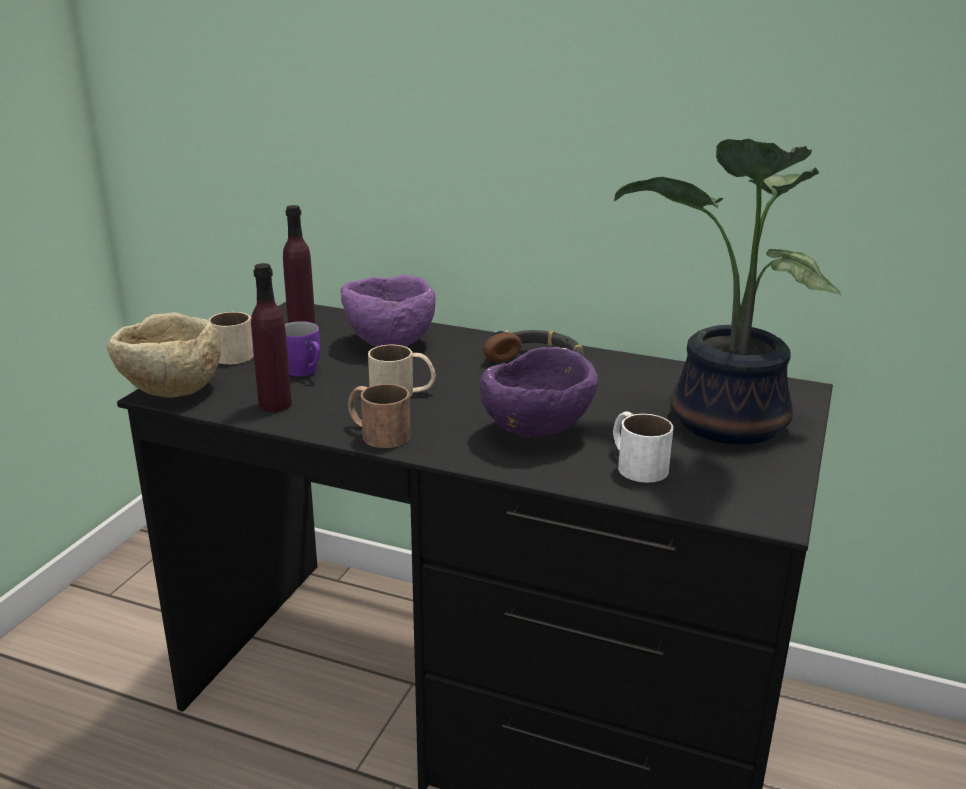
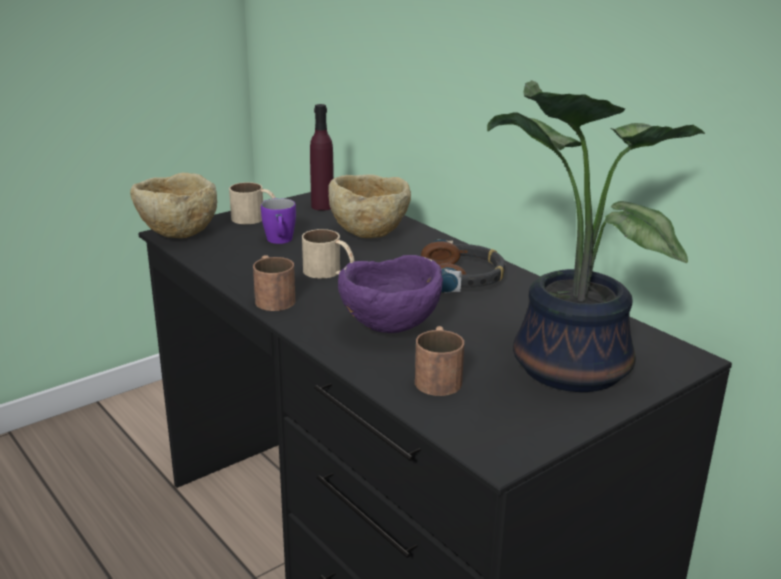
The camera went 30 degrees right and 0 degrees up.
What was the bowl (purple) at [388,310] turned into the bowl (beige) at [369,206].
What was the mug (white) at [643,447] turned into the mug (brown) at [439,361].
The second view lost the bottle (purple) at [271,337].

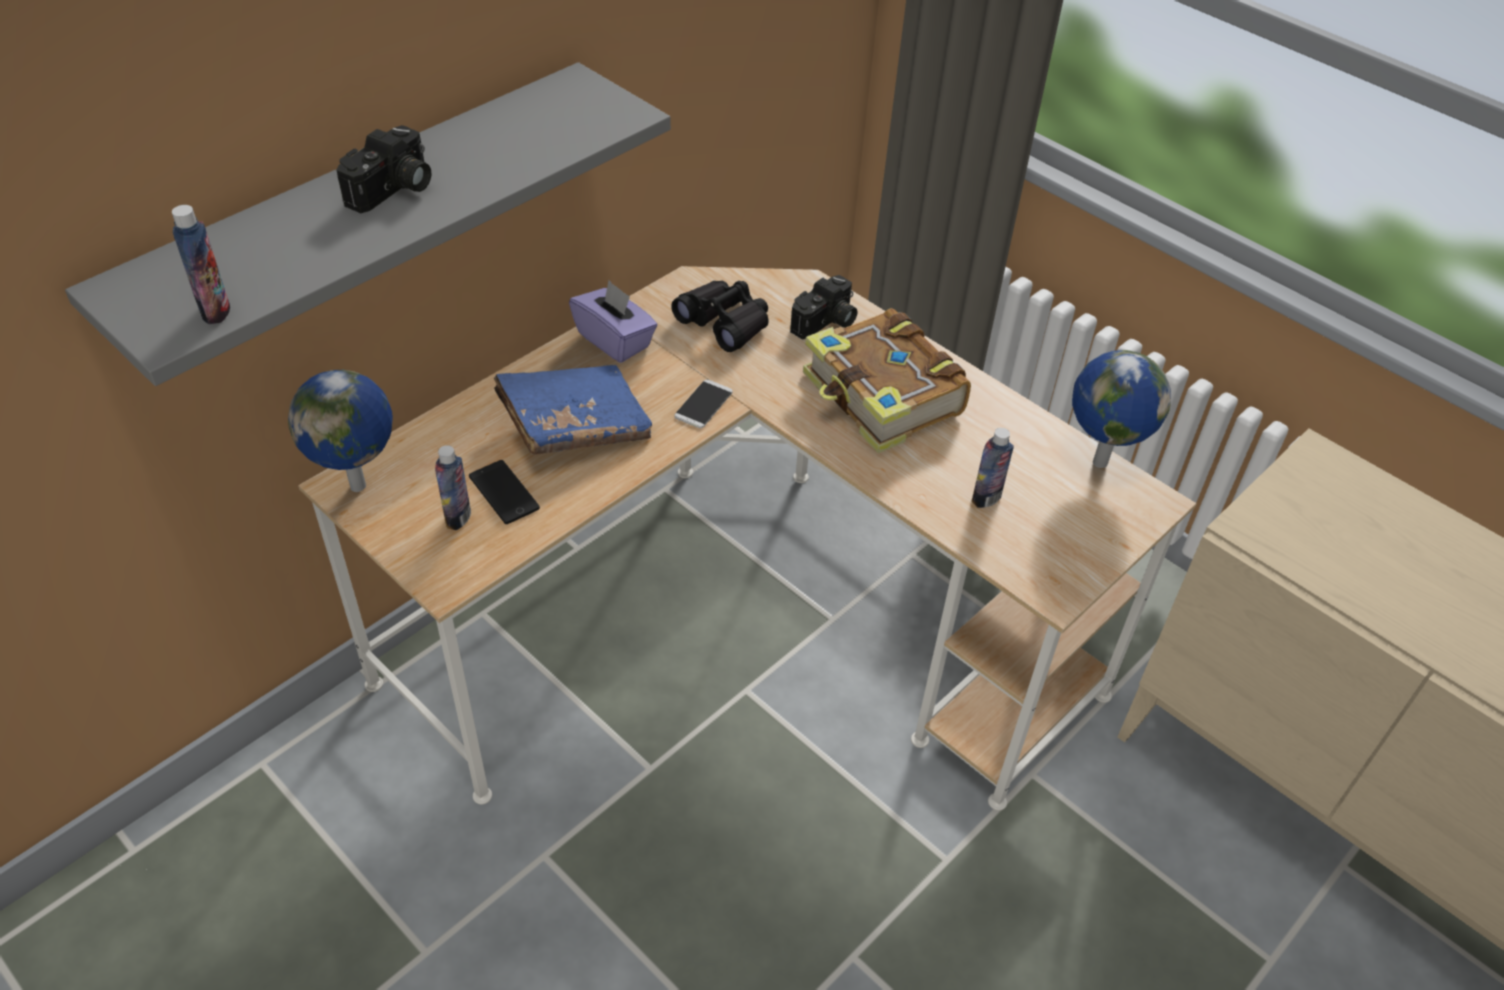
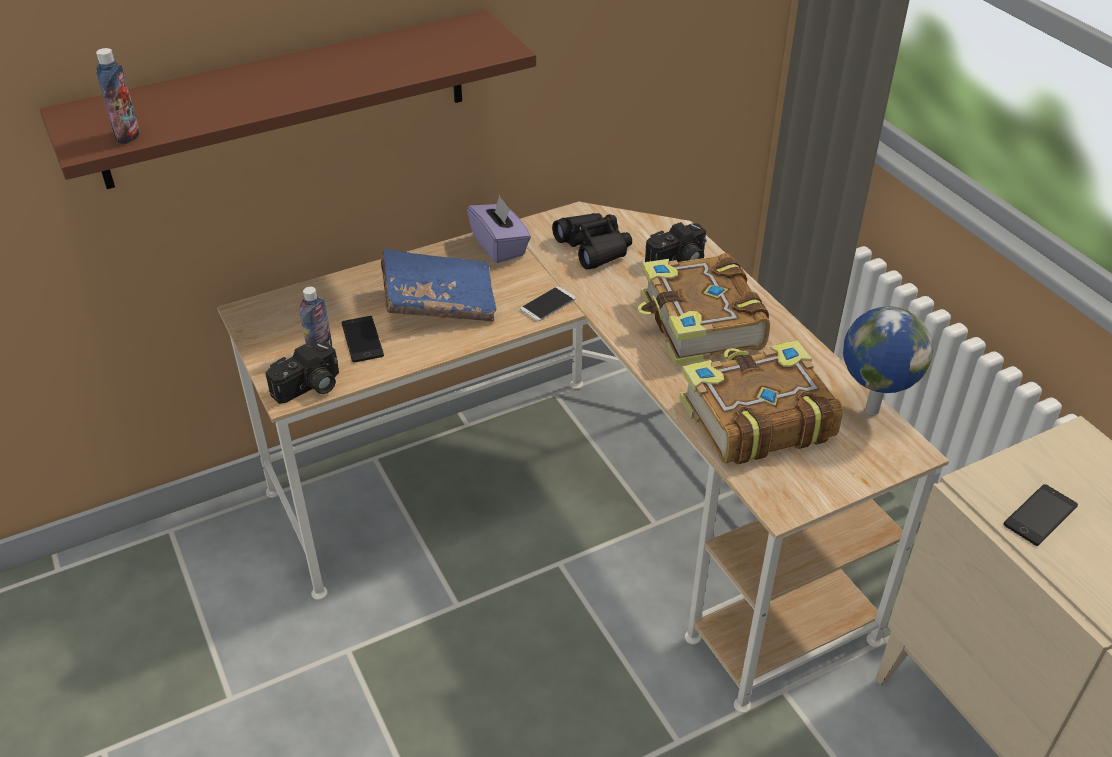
The camera went 20 degrees right and 5 degrees down.
What was the shelf (grey) at [368,224] turned into the shelf (brown) at [287,100].
The photo camera ended up elsewhere, having gone from [384,169] to [302,373].
Where the bottle stood at [992,468], the book came to stand at [761,402].
The second view gained the phone at [1041,515].
The second view lost the globe at [340,431].

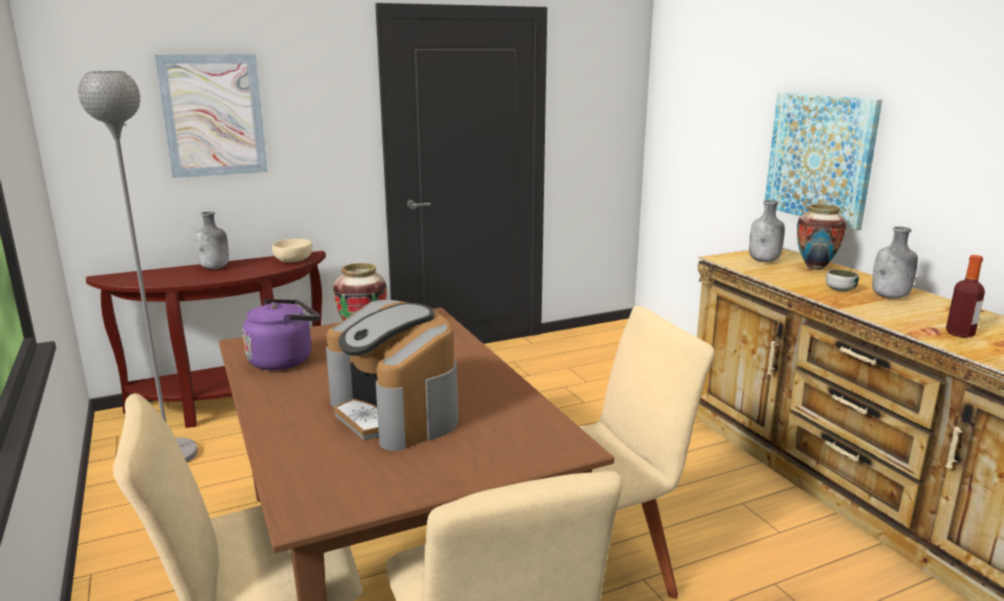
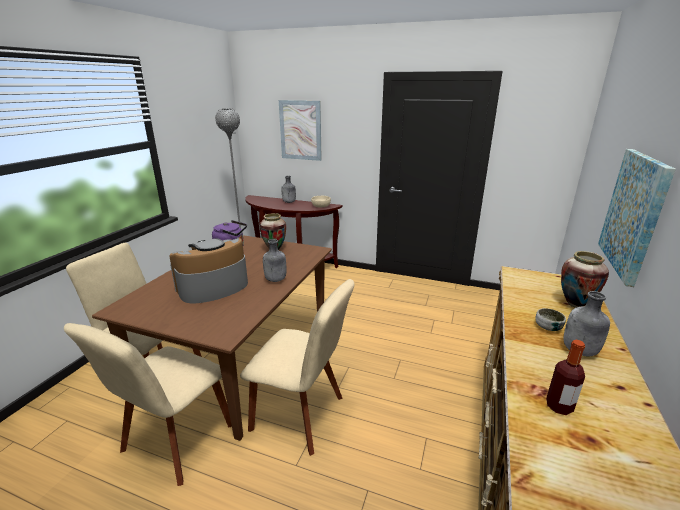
The camera went 45 degrees right and 5 degrees up.
The coffee machine at [392,375] ended up facing another way, 45 degrees clockwise from before.
The bottle (grey) ended up elsewhere, having gone from [767,231] to [274,260].

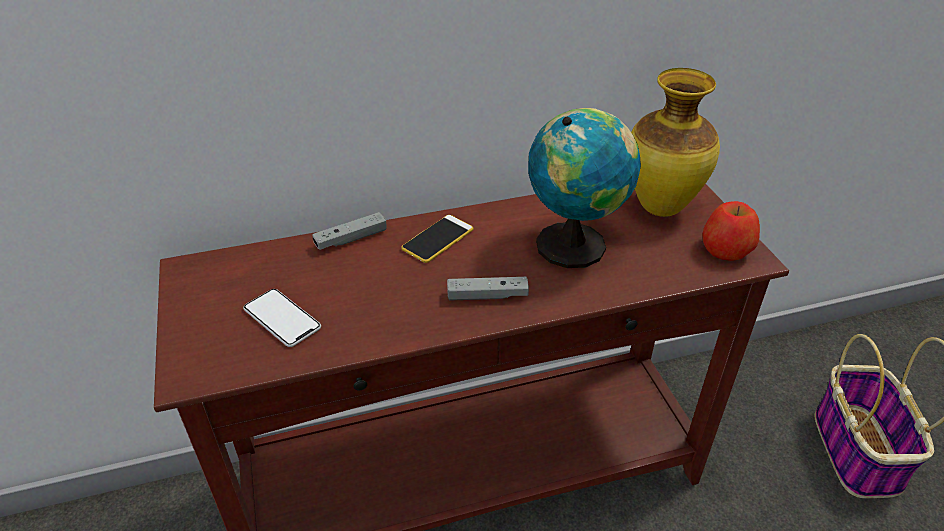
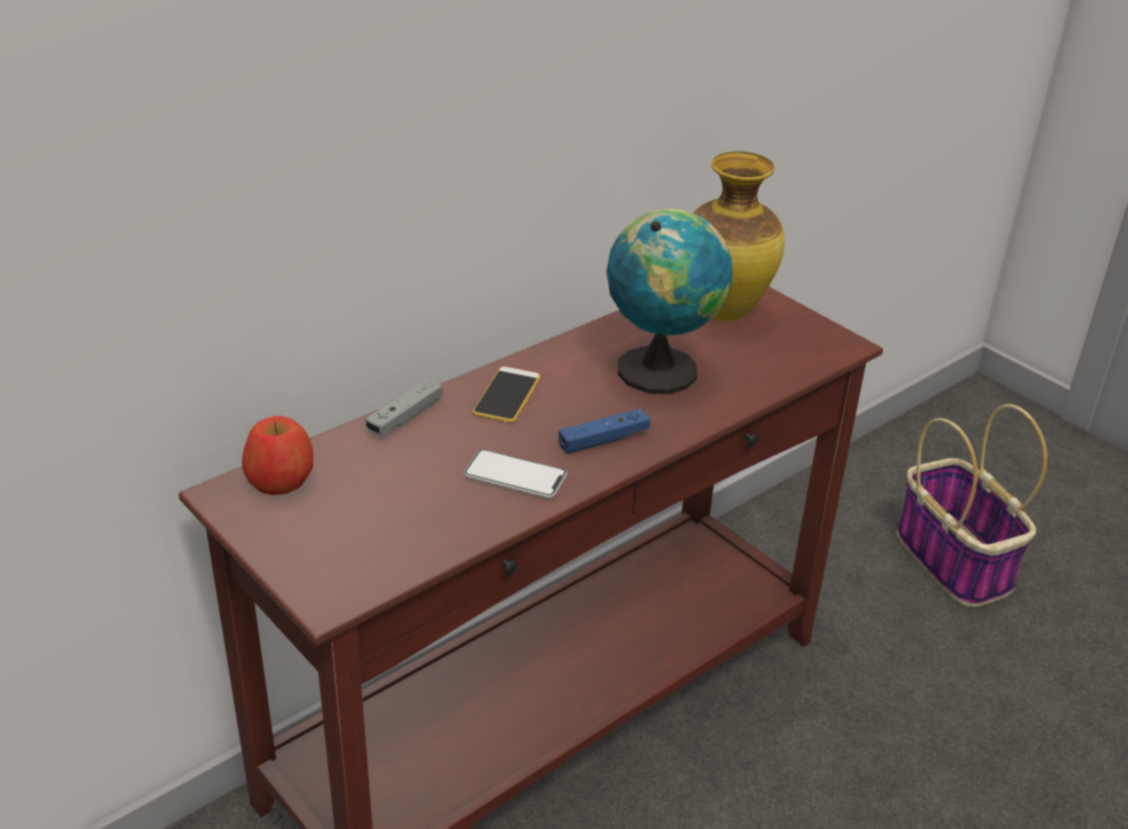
The camera went 25 degrees left and 5 degrees down.
The apple ended up elsewhere, having gone from [731,231] to [277,455].
The phone ended up elsewhere, having gone from [282,318] to [515,473].
What was the game controller (grey) at [488,288] turned into the game controller (blue) at [604,430].

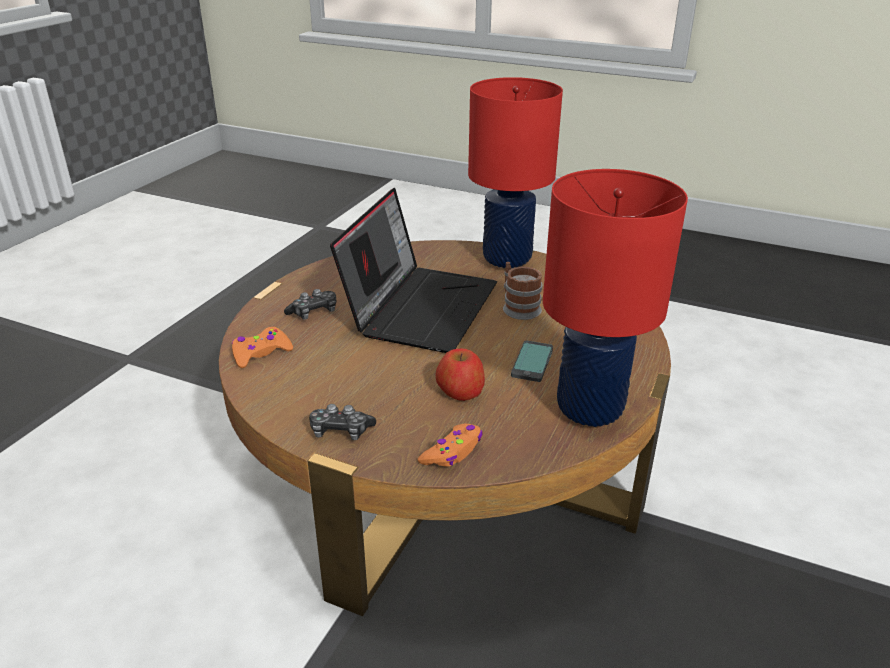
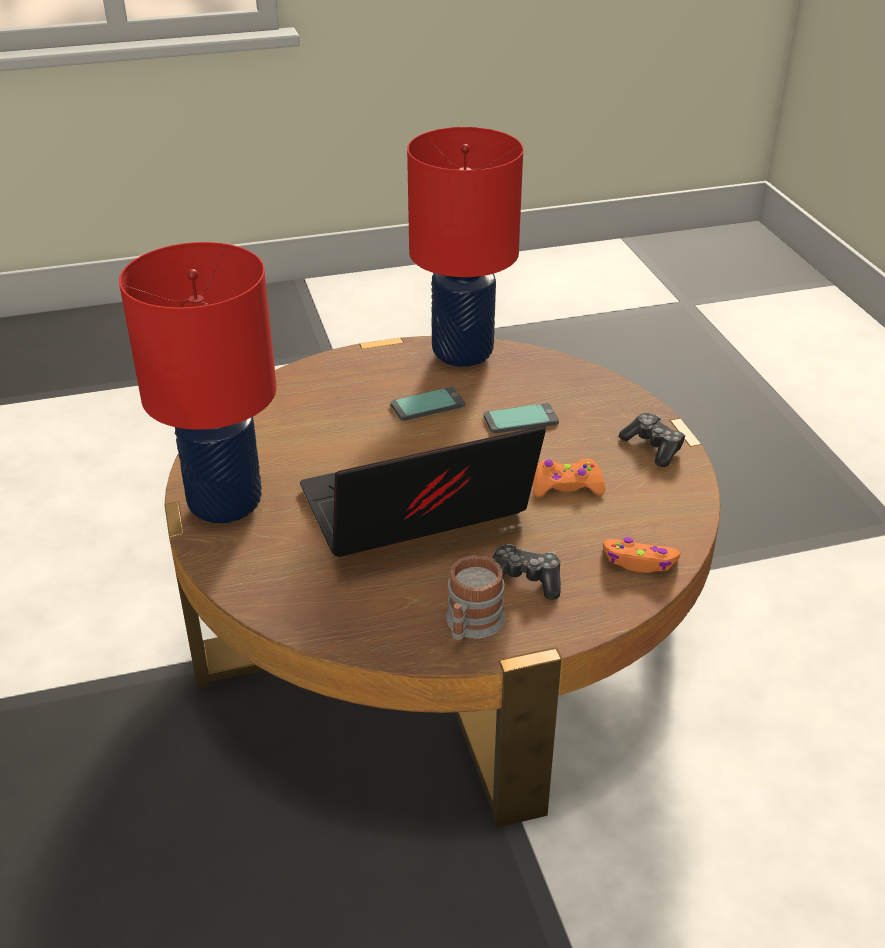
The camera went 130 degrees left and 5 degrees up.
The mug ended up elsewhere, having gone from [522,291] to [475,599].
Where the apple stood at [460,375], the phone came to stand at [521,418].
The game controller (orange) ended up elsewhere, having gone from [450,445] to [569,478].

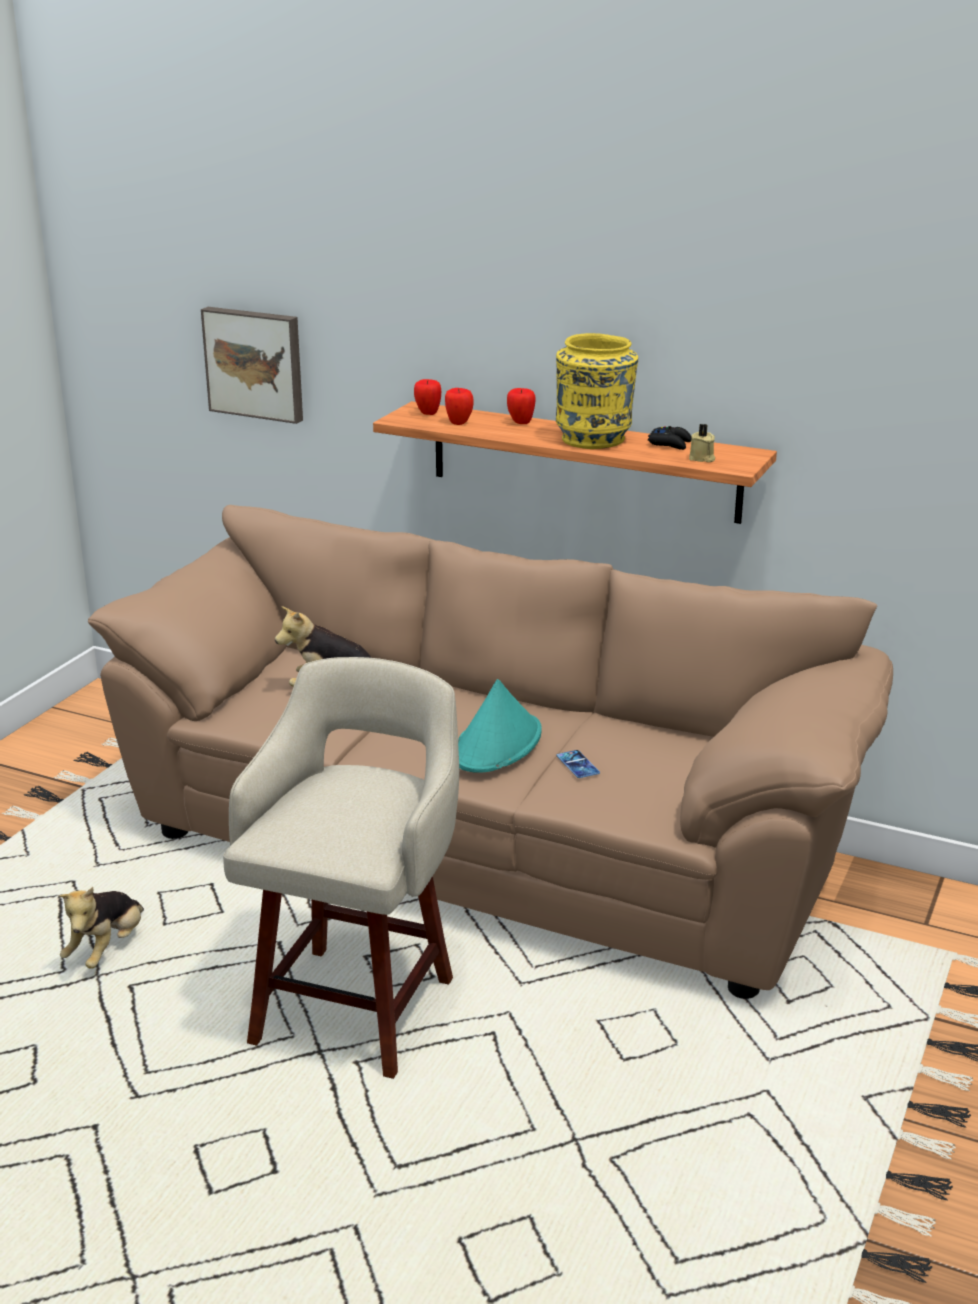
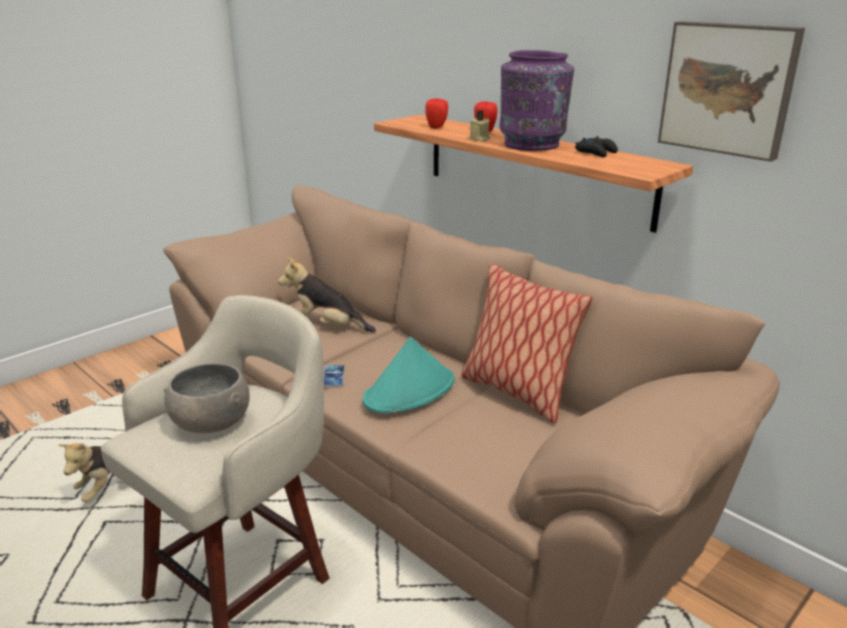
The camera went 20 degrees right and 0 degrees up.
The second view gained the bowl (grey) at [207,398].
The phone ended up elsewhere, having gone from [578,764] to [334,375].
The second view gained the pillow at [526,343].
The candle (beige) ended up elsewhere, having gone from [702,443] to [479,126].
What was the vase (yellow) at [597,391] turned into the vase (purple) at [536,100].
The picture ended up elsewhere, having gone from [252,365] to [731,91].
The second view lost the apple at [427,397].

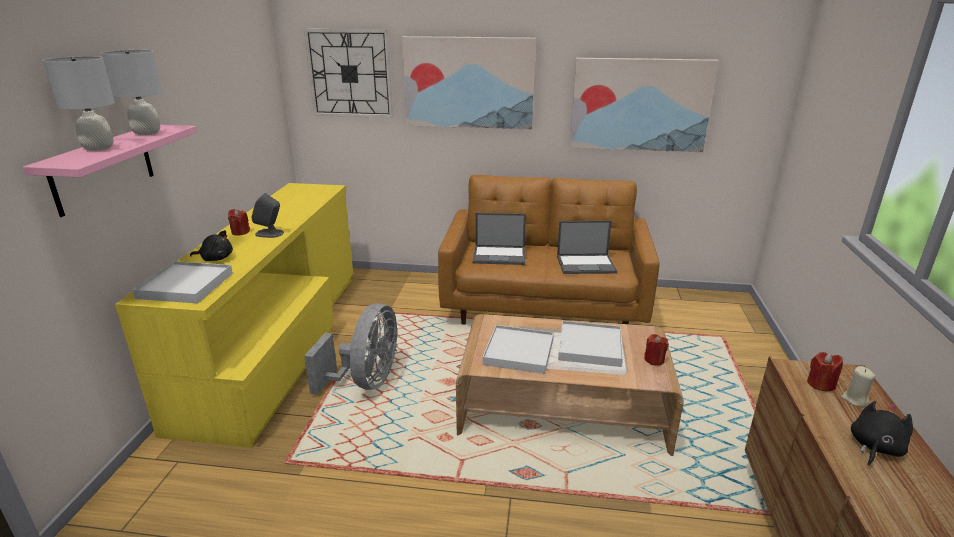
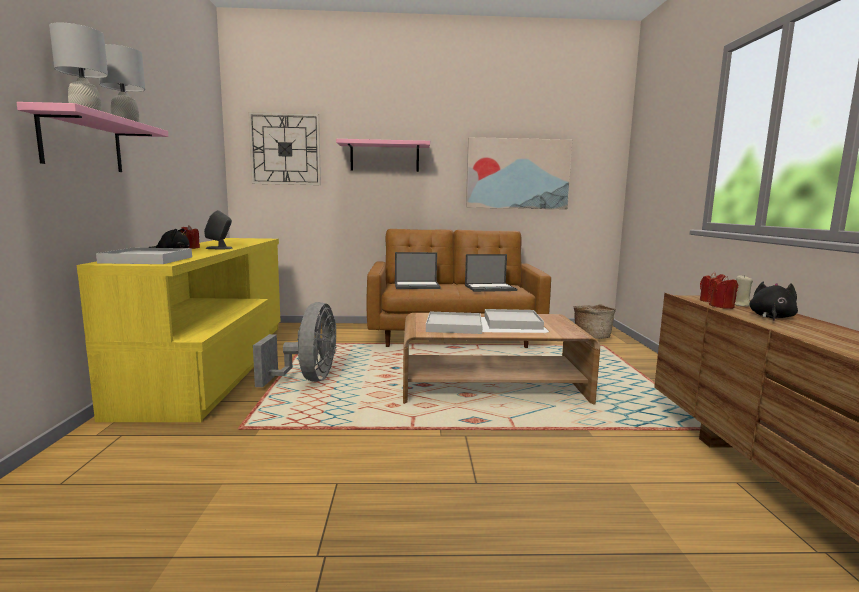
The camera went 10 degrees left and 15 degrees down.
Where the picture hung at [469,83], the shelf (pink) came to hang at [383,155].
The second view gained the basket at [595,321].
The candle (red) ended up elsewhere, having gone from [656,349] to [723,292].

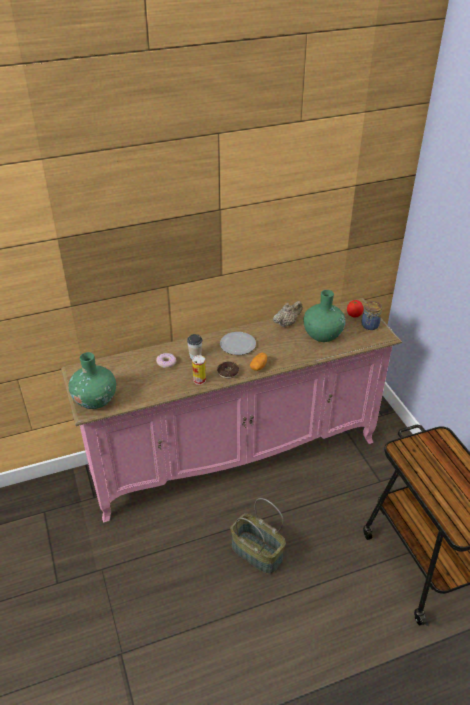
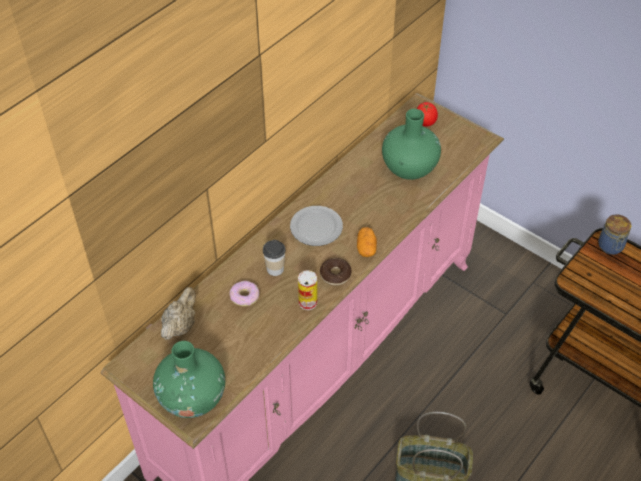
The camera went 30 degrees left and 10 degrees up.
The teapot (beige) ended up elsewhere, having gone from [288,314] to [178,313].
The jar ended up elsewhere, having gone from [371,315] to [614,234].

